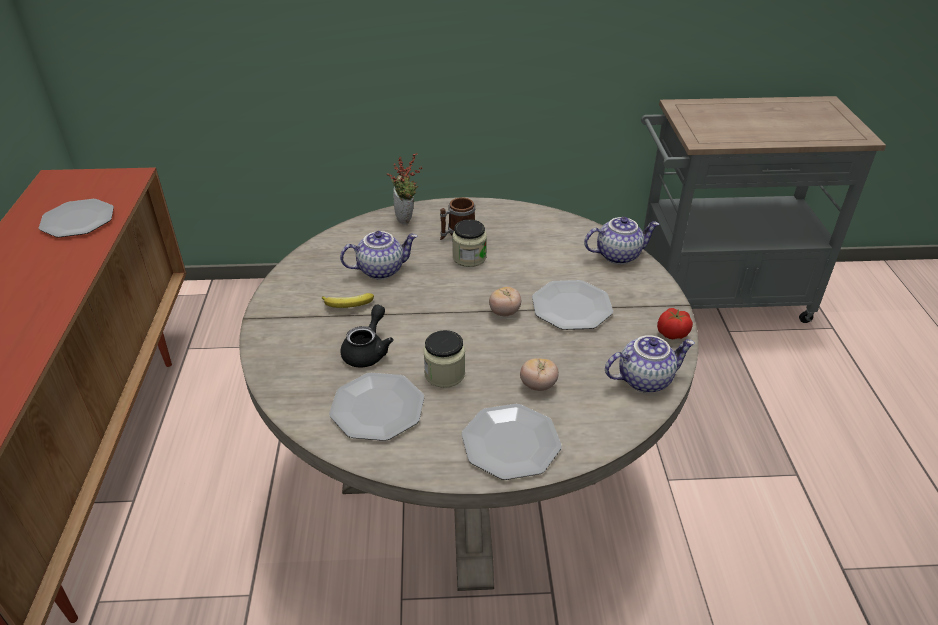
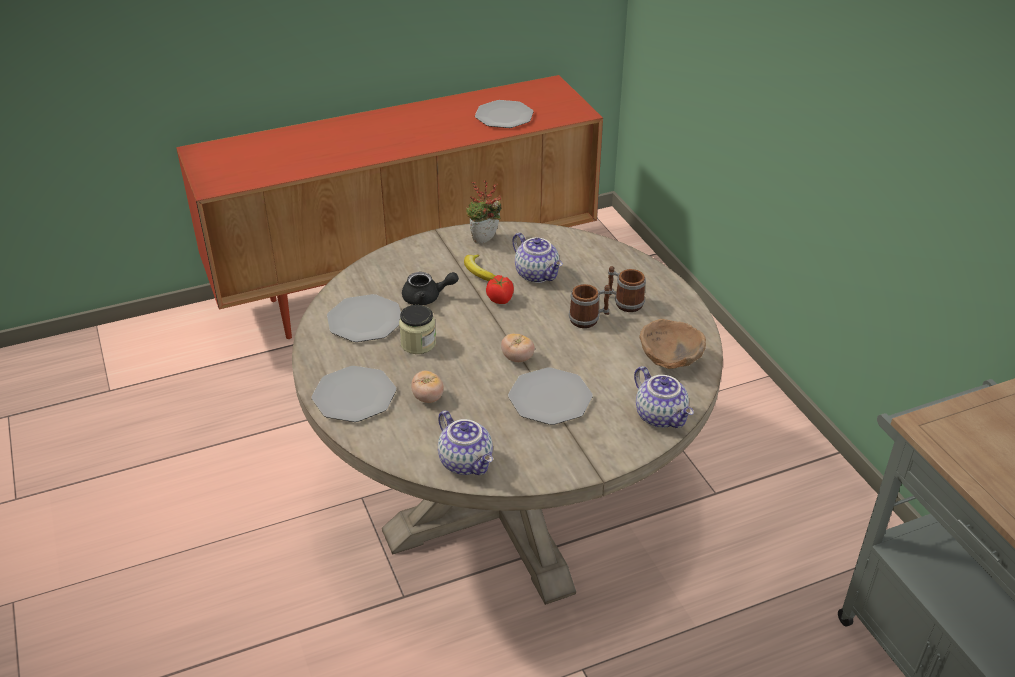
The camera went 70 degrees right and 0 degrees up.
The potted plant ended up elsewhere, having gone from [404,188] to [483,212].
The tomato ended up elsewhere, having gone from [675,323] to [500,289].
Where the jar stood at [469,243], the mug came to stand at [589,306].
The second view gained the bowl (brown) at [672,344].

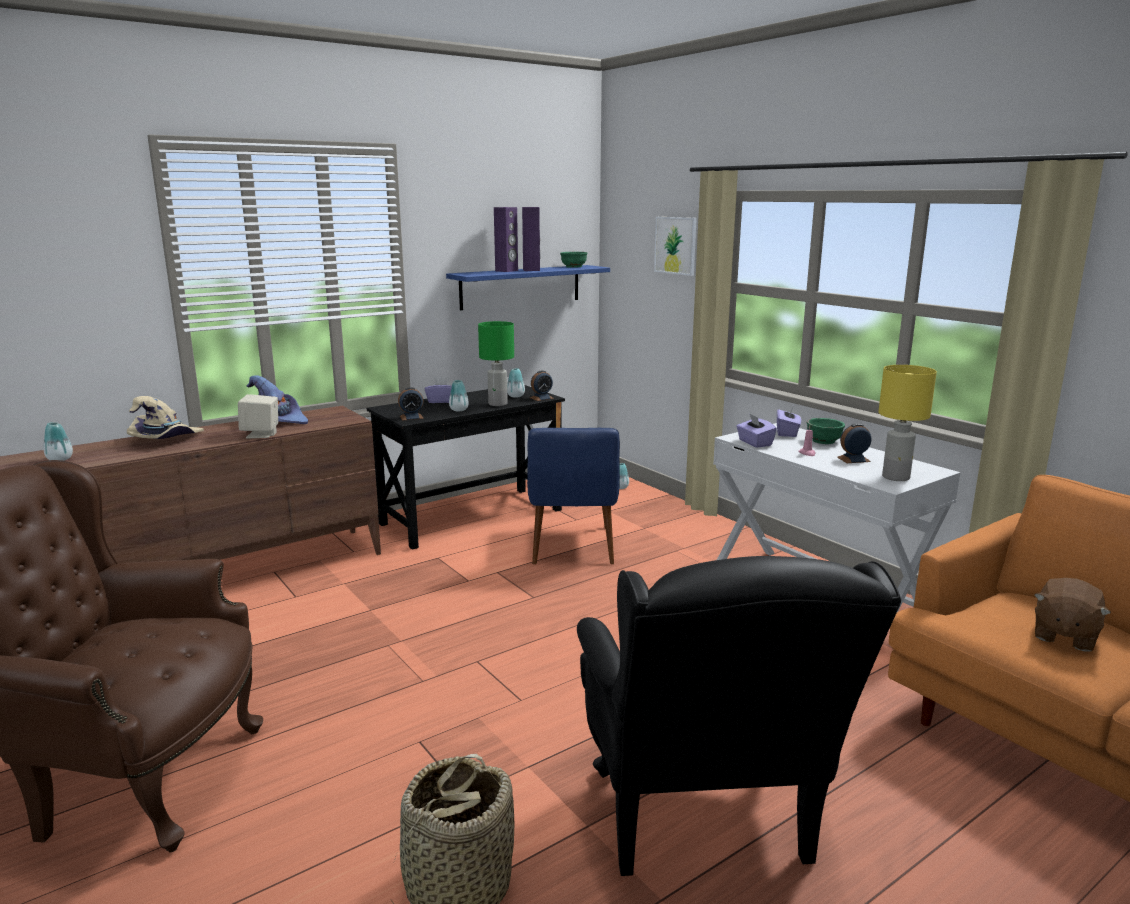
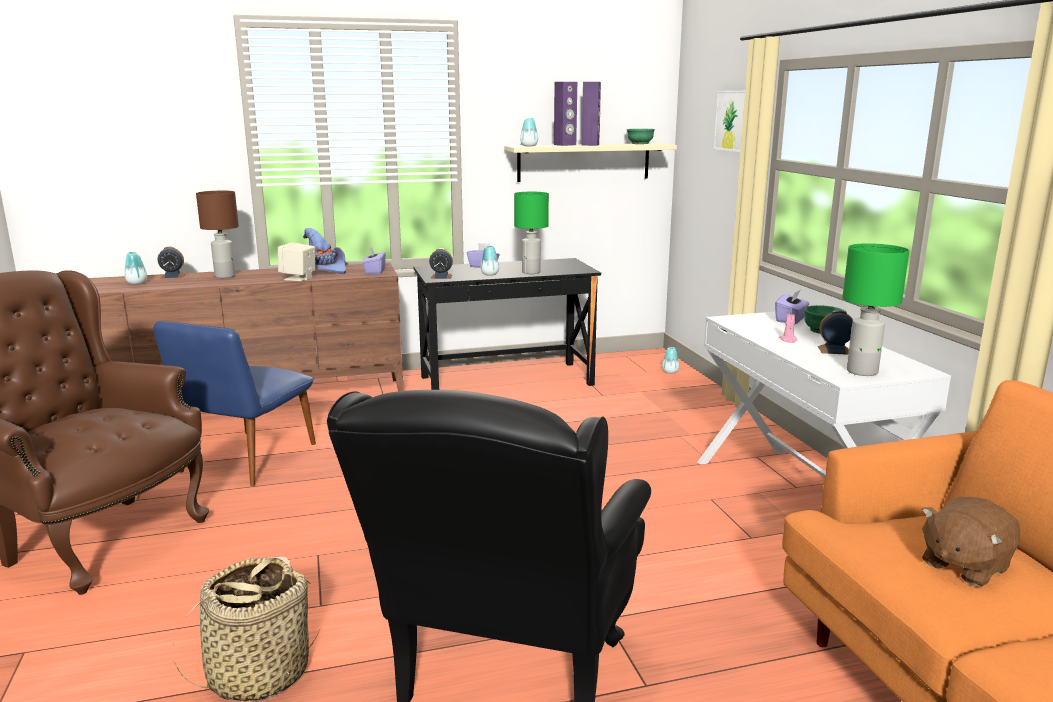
The camera went 20 degrees right and 0 degrees up.
The chair (blue) ended up elsewhere, having gone from [573,496] to [234,403].
The alarm clock ended up elsewhere, having gone from [542,385] to [171,263].
Where the hat (beige) stood at [165,417], the table lamp (brown) came to stand at [217,234].
The tissue box (purple) ended up elsewhere, having gone from [756,431] to [374,260].
What was the shelf (blue) at [528,287] turned into the shelf (beige) at [590,162].
The vase ended up elsewhere, having gone from [516,383] to [529,132].
What was the table lamp (yellow) at [907,423] turned into the table lamp (green) at [875,309].

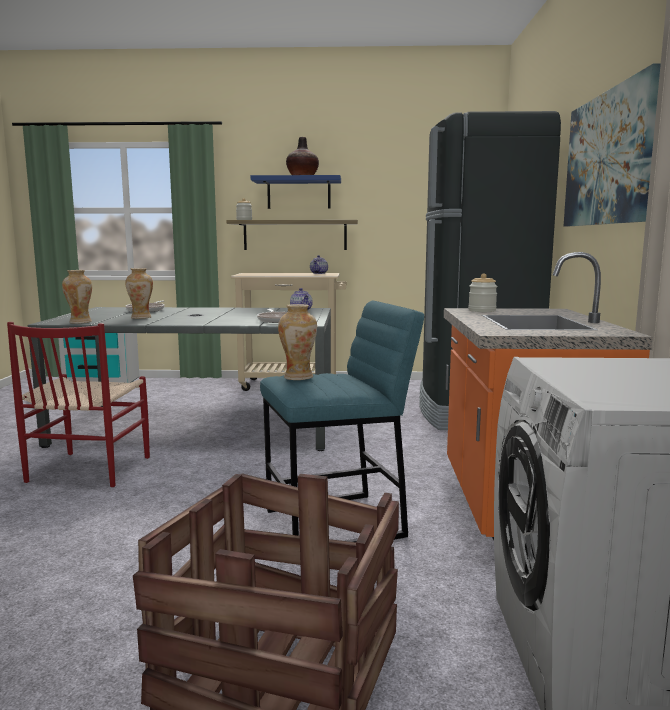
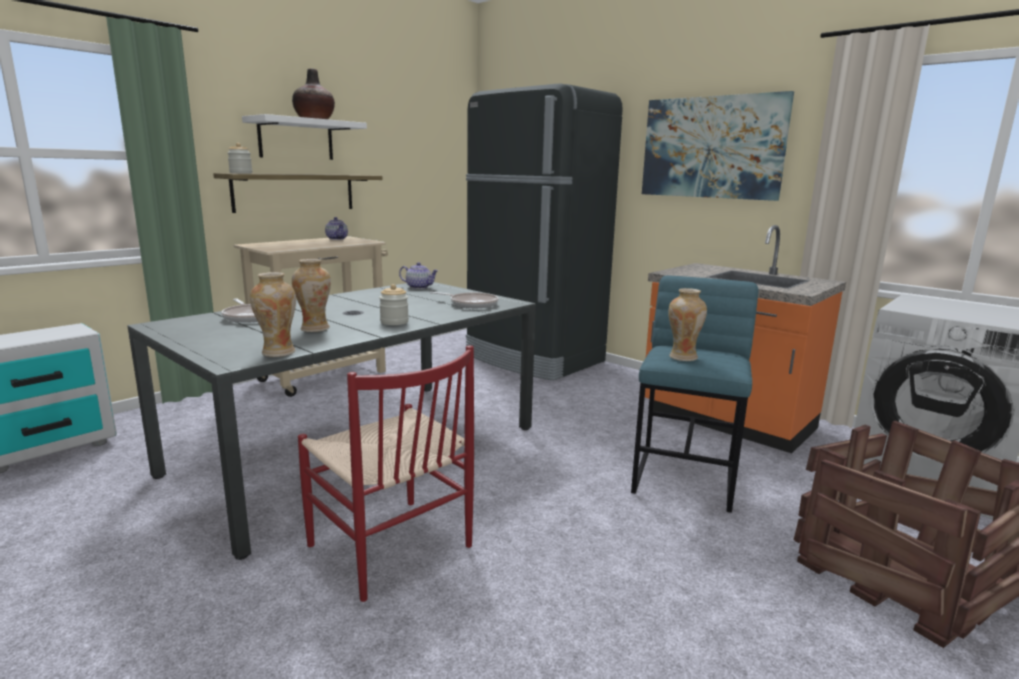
The camera went 50 degrees left and 5 degrees up.
What was the shelf (blue) at [296,192] turned into the shelf (white) at [304,137].
The jar ended up elsewhere, having gone from [483,292] to [394,304].

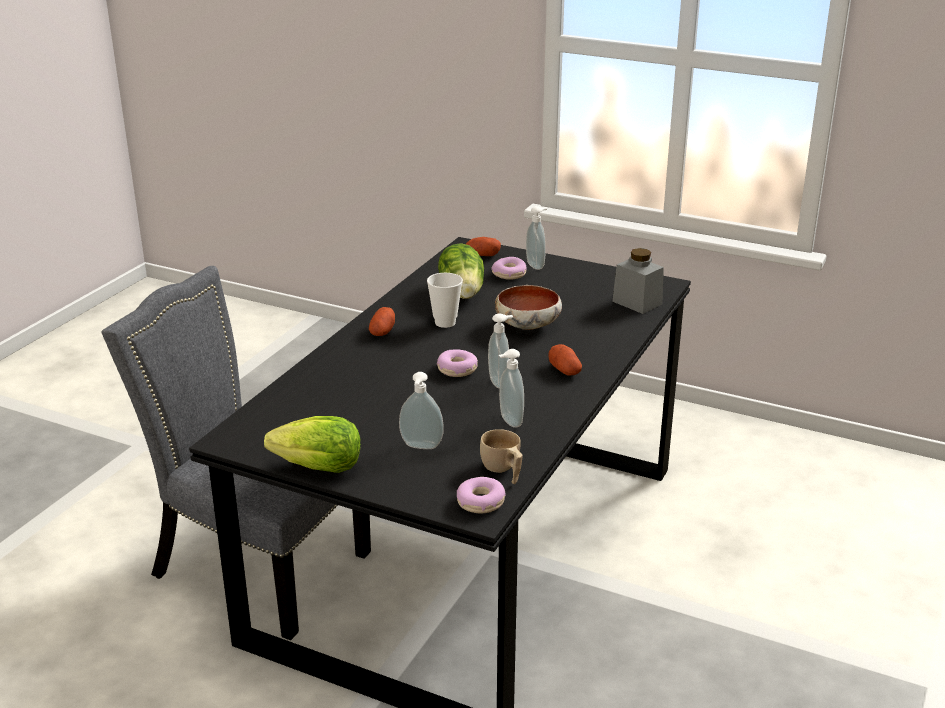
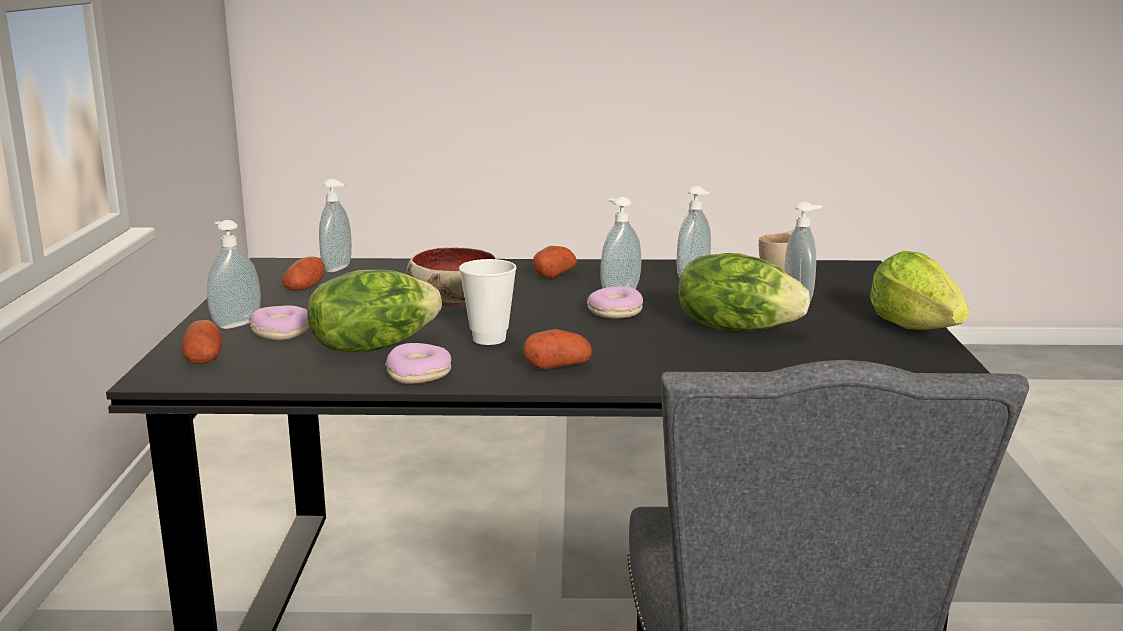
The camera went 115 degrees left and 10 degrees down.
The second view gained the potato at [303,273].
Where the jar (grey) stood at [638,281], the soap dispenser came to stand at [335,225].
The donut ended up elsewhere, having gone from [481,495] to [418,363].
The second view gained the lettuce at [744,292].

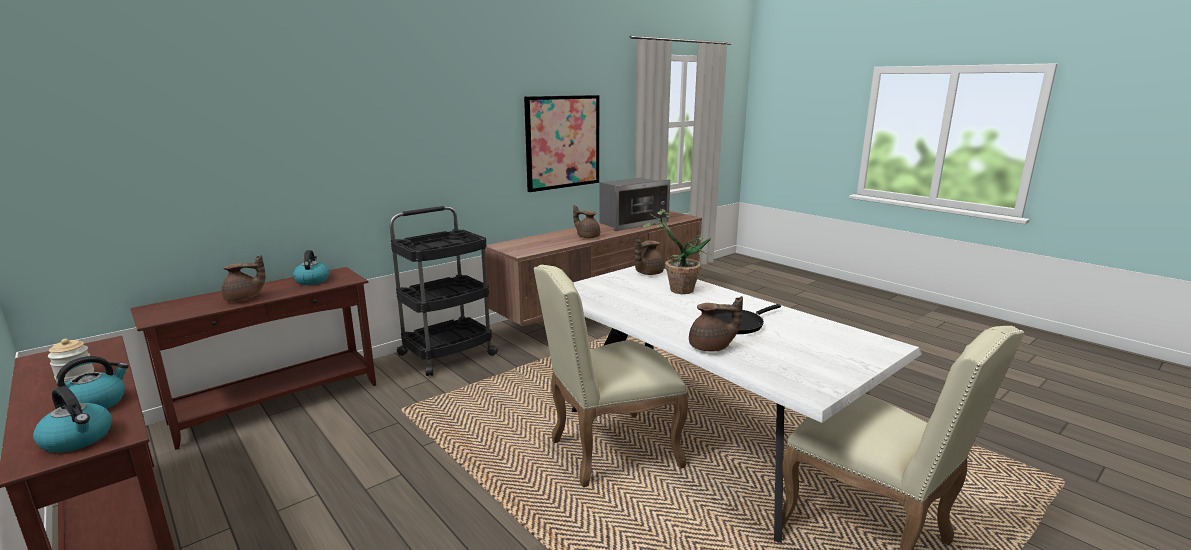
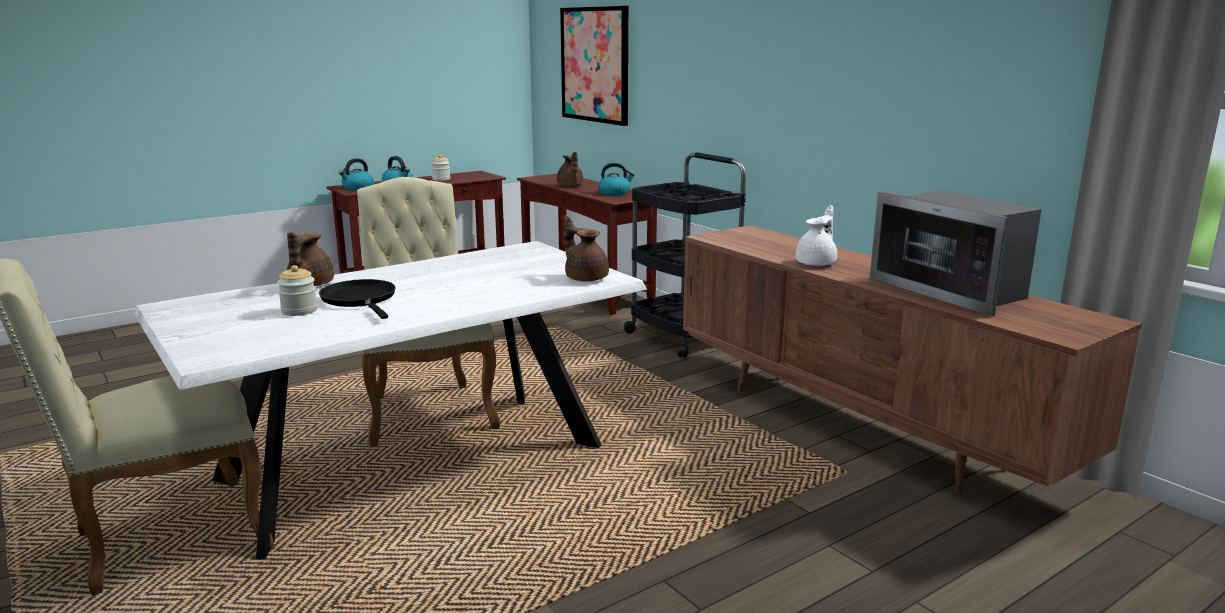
The camera went 95 degrees right and 0 degrees up.
The second view gained the jar at [297,290].
The picture ended up elsewhere, having gone from [561,143] to [594,66].
What was the teapot (brown) at [586,221] turned into the teapot (white) at [816,235].
The second view lost the potted plant at [677,251].

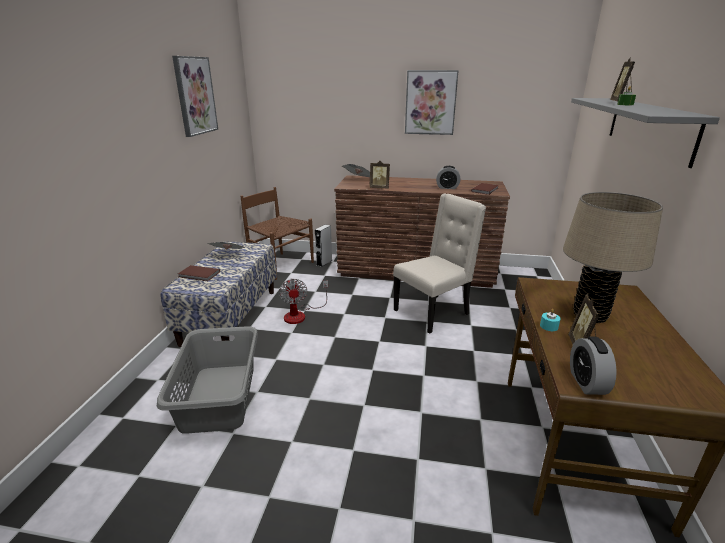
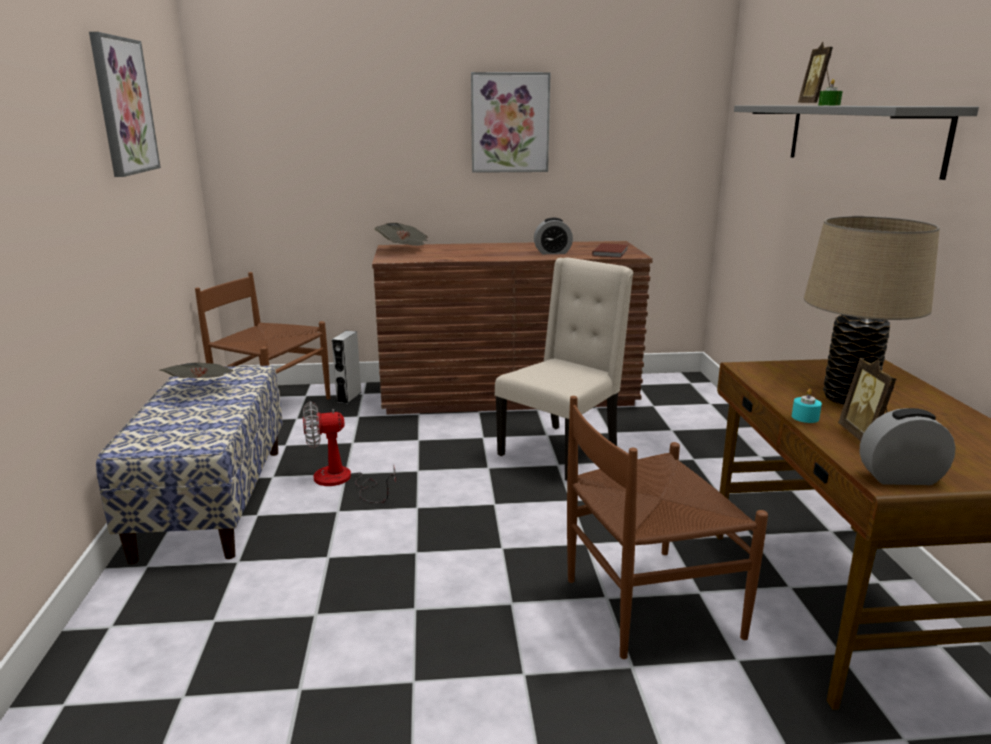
The camera went 15 degrees left and 5 degrees down.
The fan at [303,301] ended up facing another way, 105 degrees clockwise from before.
The second view gained the chair (brown) at [667,527].
The alarm clock at [593,366] ended up facing another way, 105 degrees clockwise from before.
The second view lost the laundry basket (grey) at [207,380].
The second view lost the book (brown) at [199,273].
The second view lost the picture frame at [379,175].

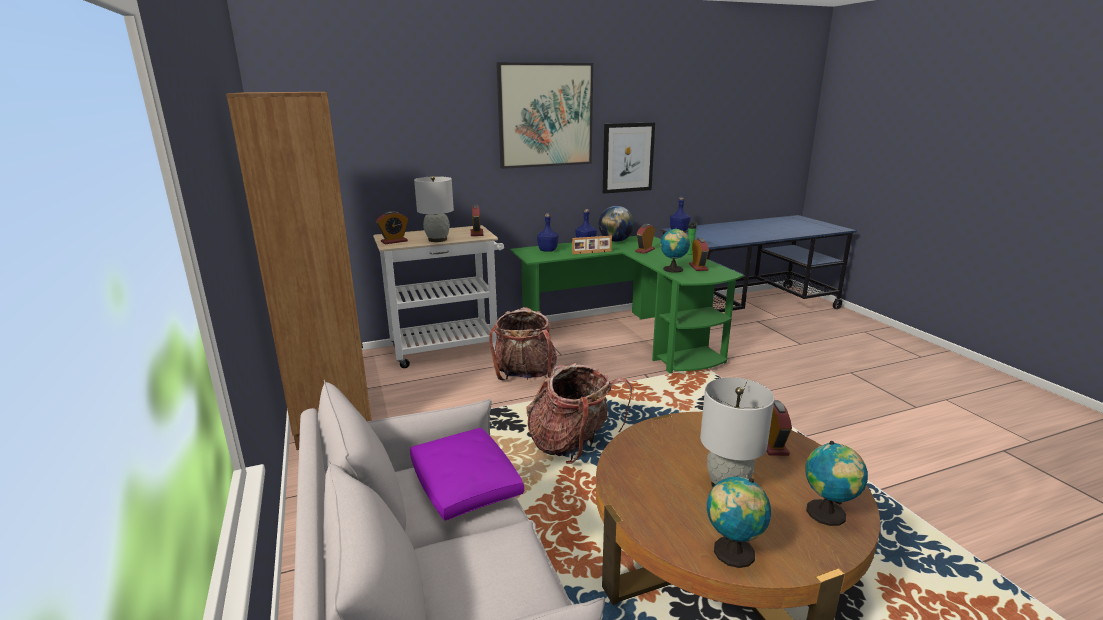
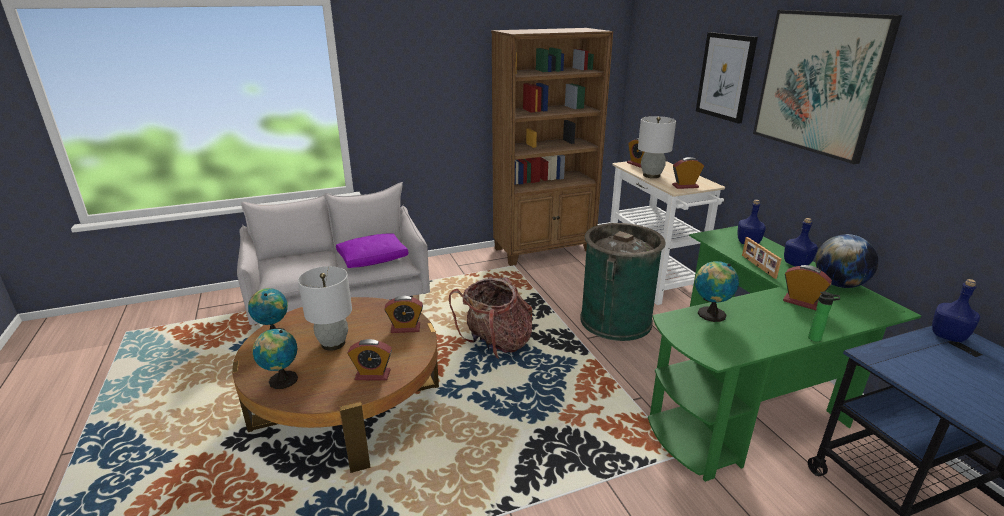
The camera went 90 degrees right and 5 degrees up.
The alarm clock ended up elsewhere, having gone from [699,254] to [403,314].
Where the backpack stood at [523,343], the trash can (green) came to stand at [623,282].
The picture ended up elsewhere, having gone from [629,158] to [727,78].

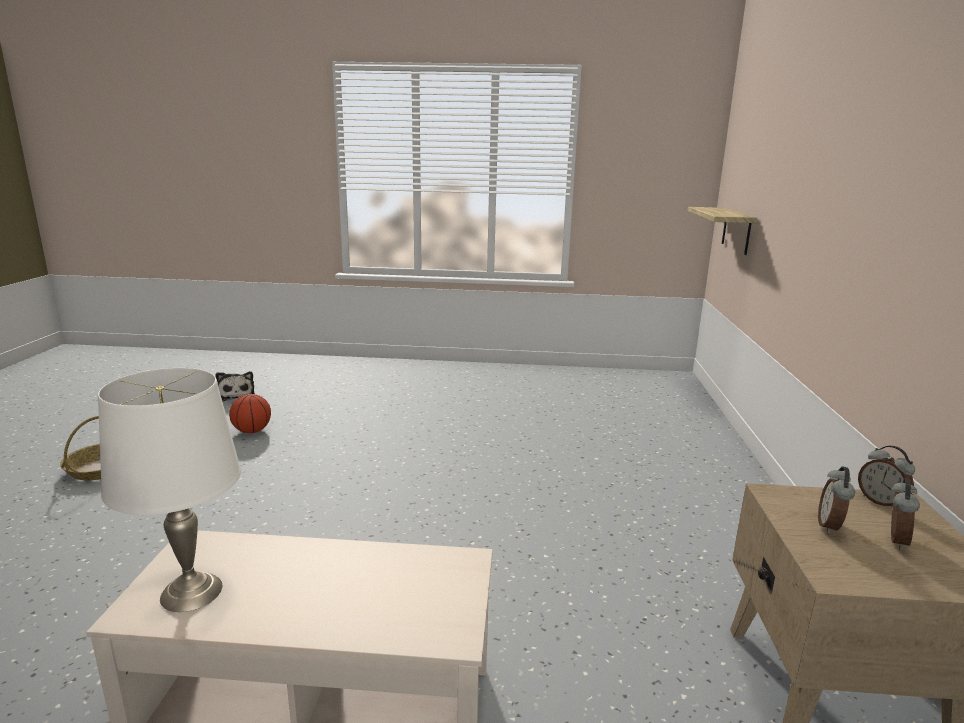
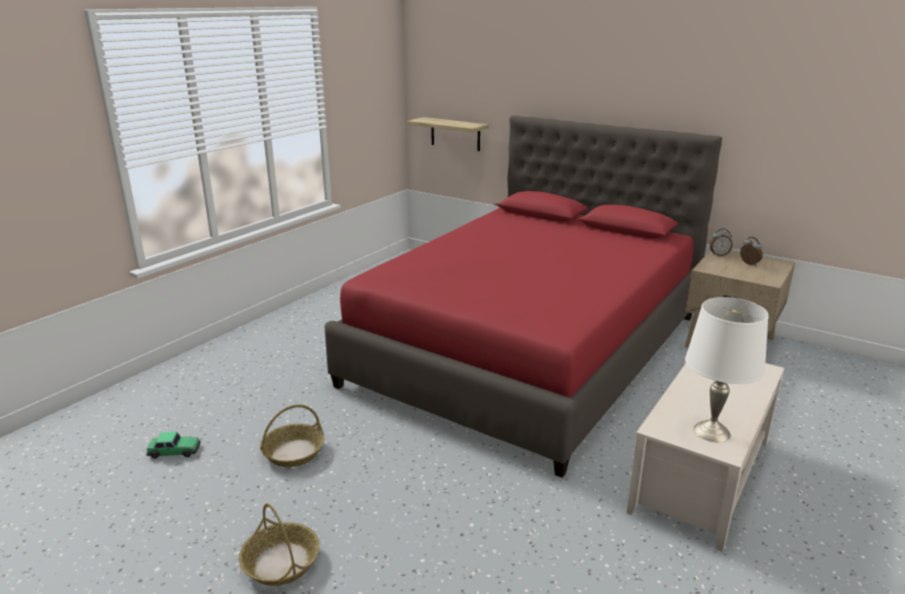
The camera went 60 degrees left and 5 degrees up.
Where the plush toy stood at [235,386], the toy car came to stand at [174,445].
Where the basketball stood at [250,413], the basket came to stand at [292,436].
The second view gained the bed (red) at [523,296].
The second view lost the alarm clock at [836,500].

